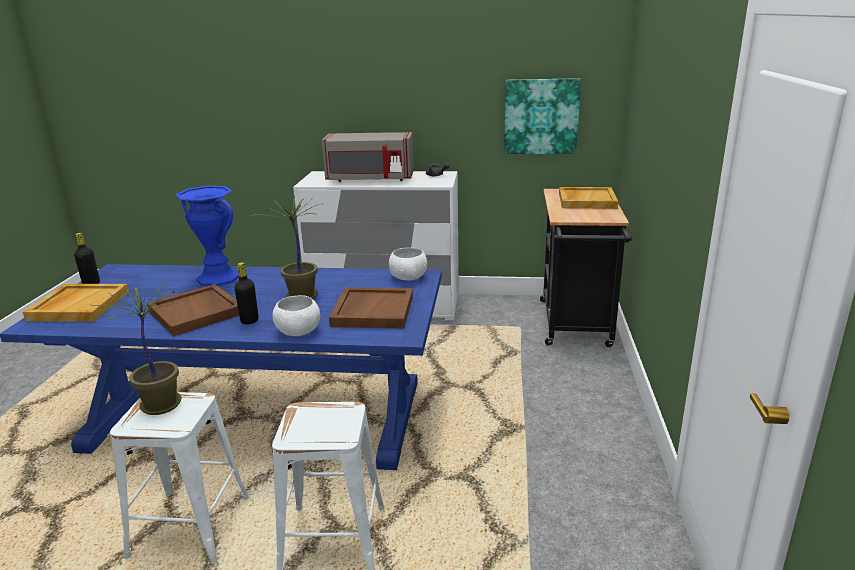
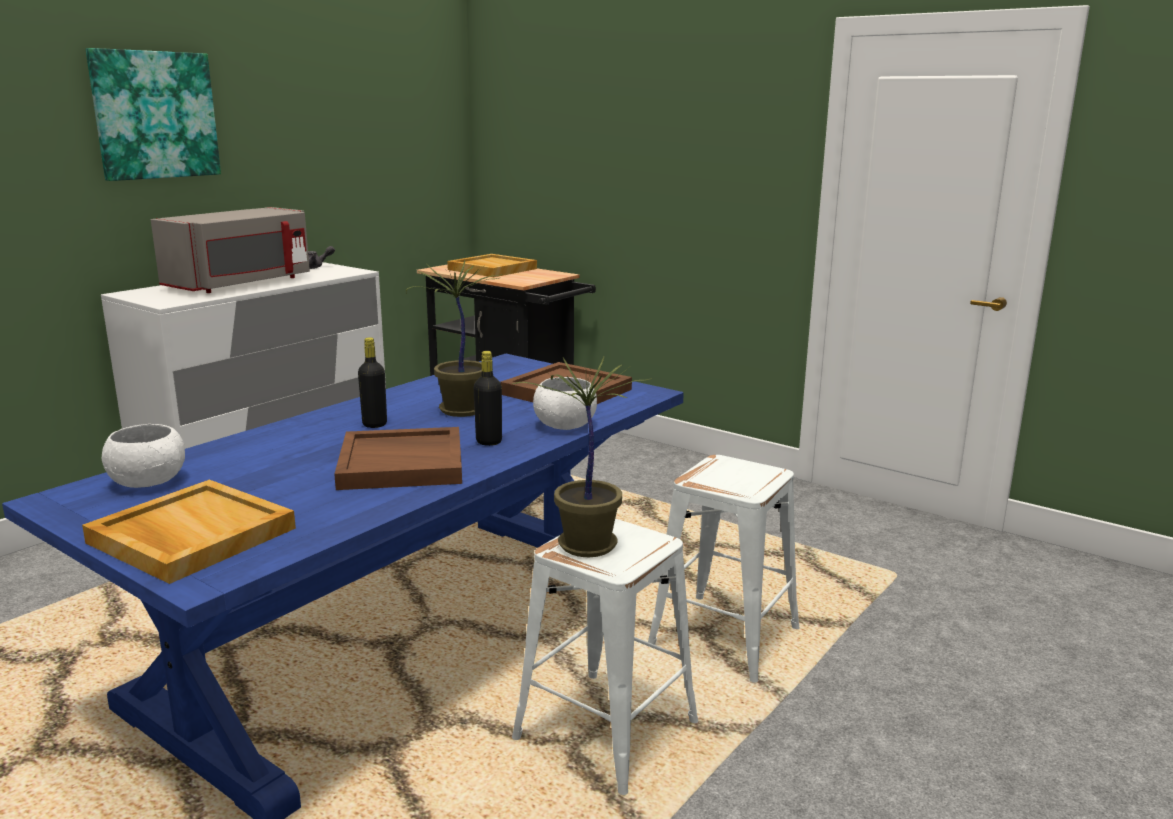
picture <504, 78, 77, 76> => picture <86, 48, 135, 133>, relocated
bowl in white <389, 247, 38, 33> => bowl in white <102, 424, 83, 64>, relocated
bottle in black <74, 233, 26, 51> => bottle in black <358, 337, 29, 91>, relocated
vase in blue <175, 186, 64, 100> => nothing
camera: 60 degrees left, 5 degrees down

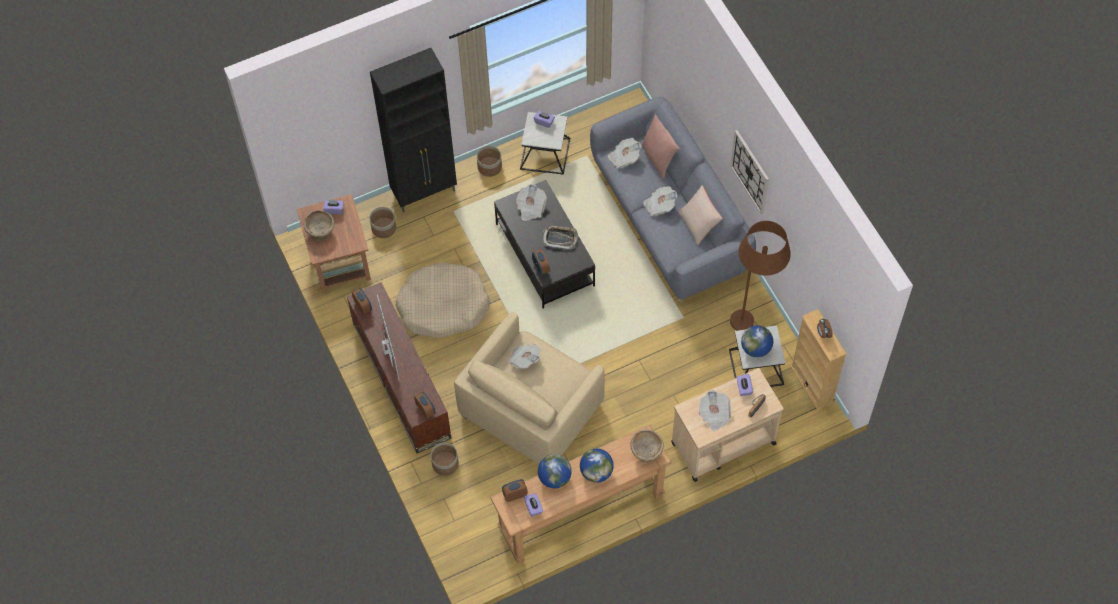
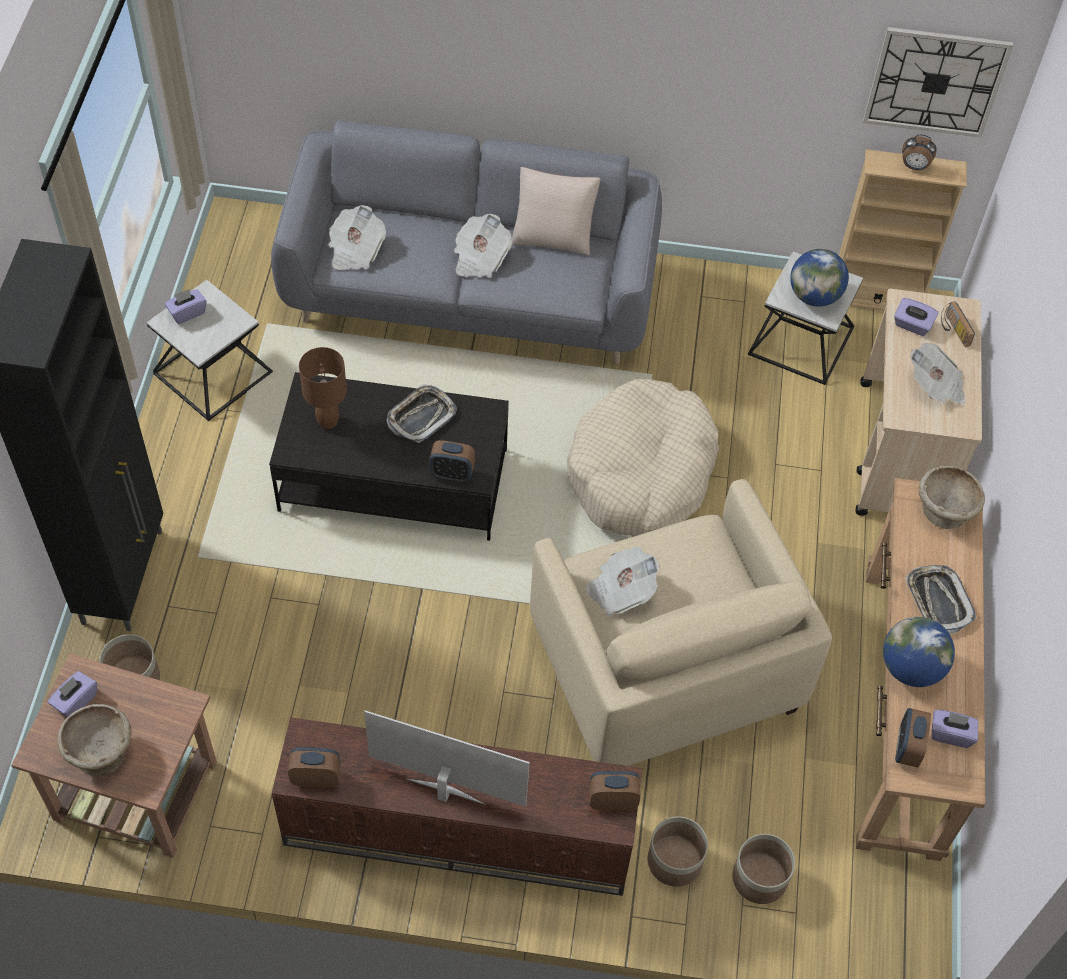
newspaper <516, 184, 31, 37> => table lamp in brown <299, 347, 48, 82>
dog bed in beige <396, 262, 94, 76> => dog bed in beige <567, 379, 152, 157>, relocated
planter <477, 145, 25, 32> => planter <733, 834, 62, 70>, relocated
wall clock <730, 130, 39, 84> => wall clock <863, 27, 150, 110>, relocated
globe <580, 449, 34, 34> => tray <905, 565, 71, 69>
pillow in pink <642, 114, 38, 65> => nothing
floor lamp in brown <730, 221, 61, 110> => nothing
camera: 60 degrees left, 5 degrees down

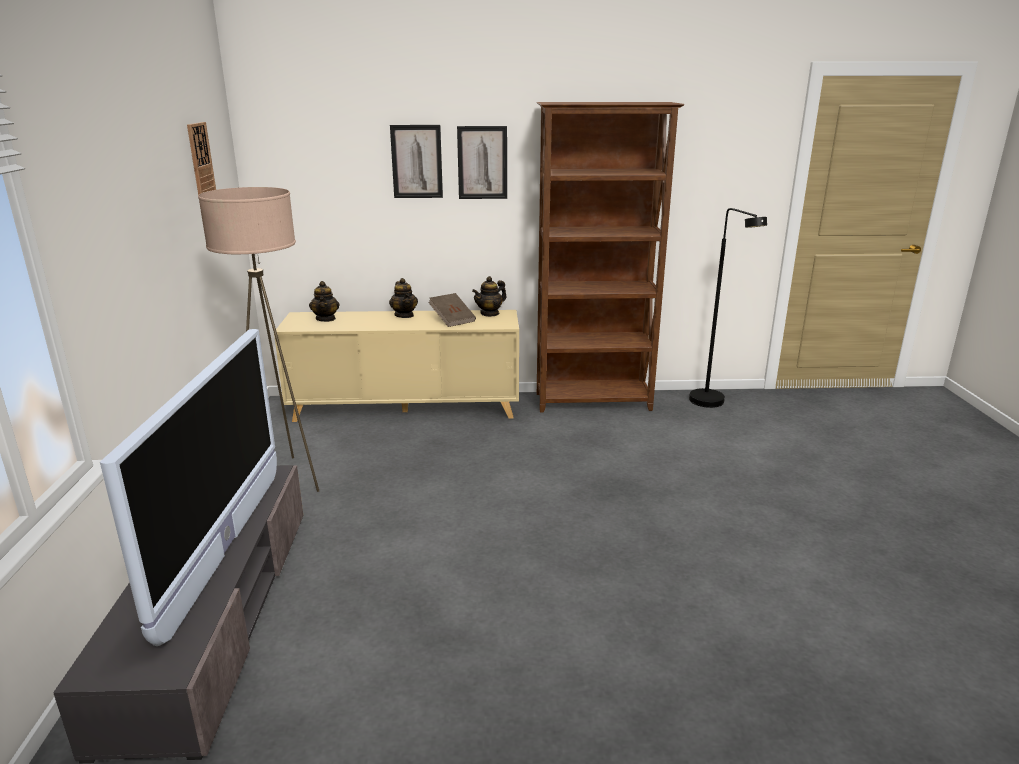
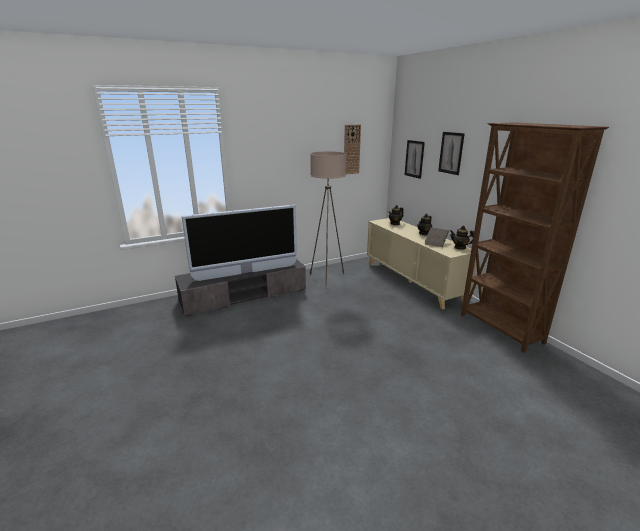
picture <457, 126, 50, 73> => picture <405, 140, 20, 39>, relocated
floor lamp in black <689, 208, 78, 200> => nothing
camera: 65 degrees right, 0 degrees up

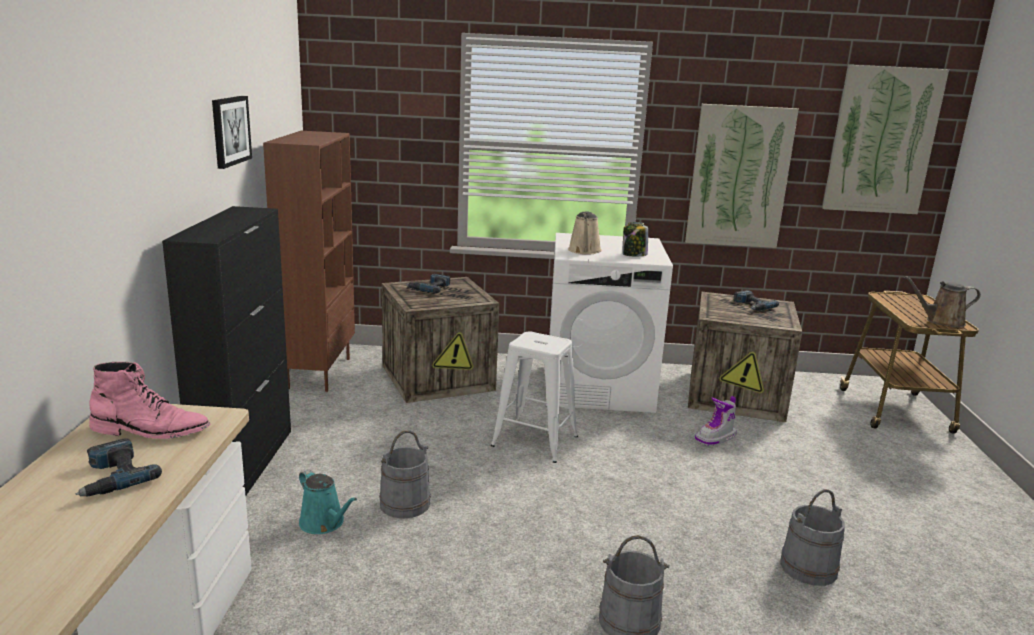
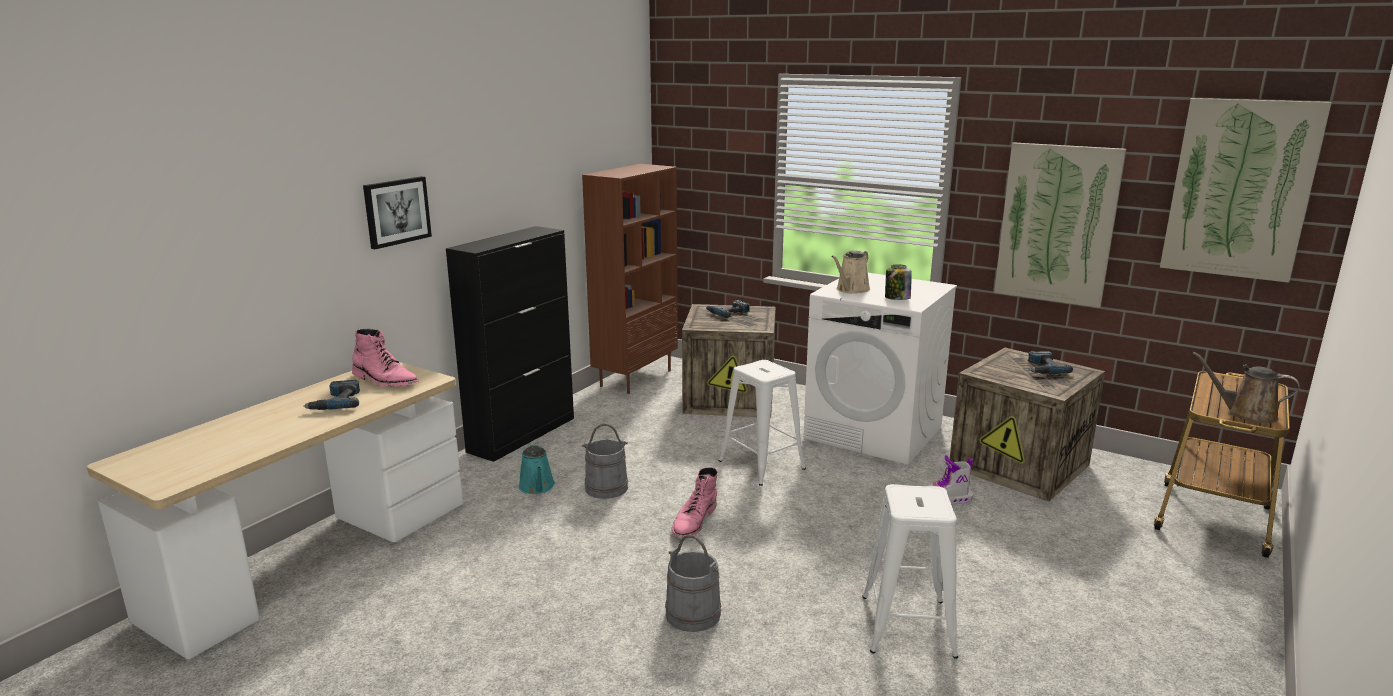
picture <212, 96, 40, 73> => picture <363, 176, 69, 73>, relocated
nothing => boot in pink <671, 467, 47, 71>
bucket in grey <780, 489, 65, 97> => stool in white <862, 484, 96, 175>
camera: 30 degrees right, 0 degrees up

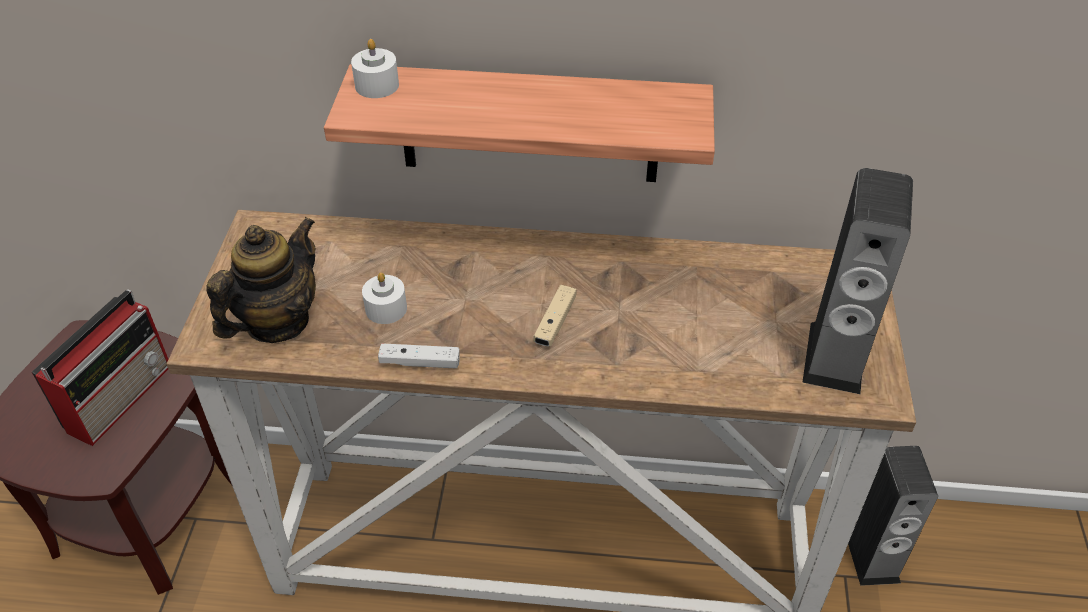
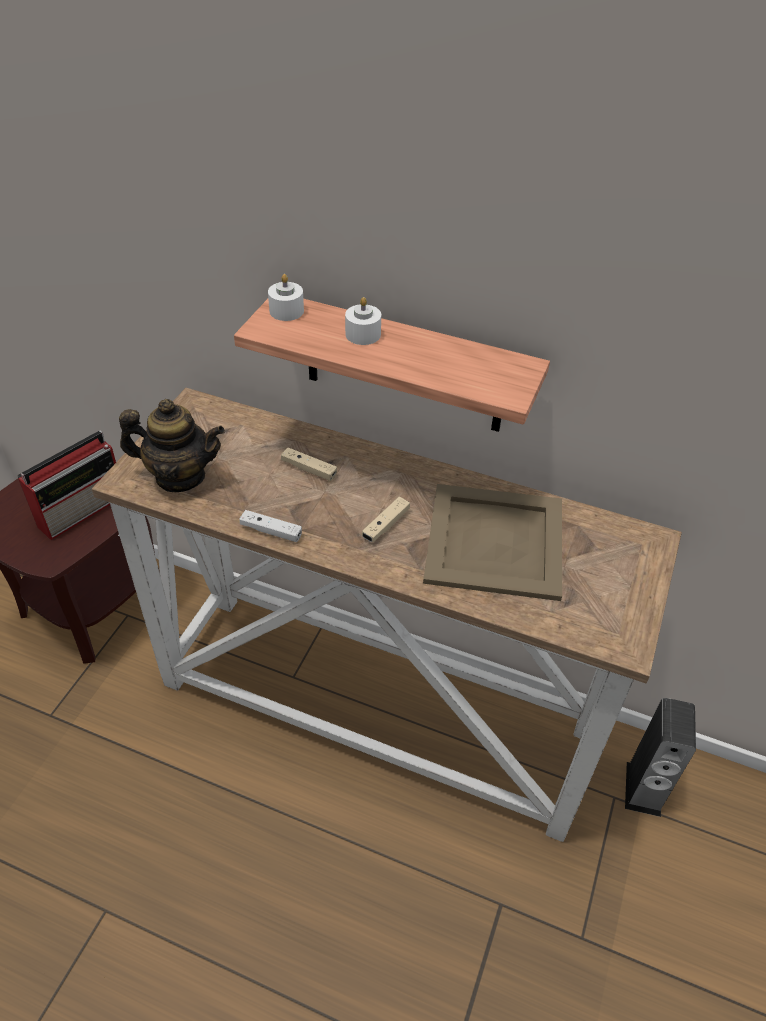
teapot <206, 217, 110, 126> => teapot <119, 399, 106, 93>, 45 degrees clockwise
nothing => game controller in beige <281, 448, 56, 33>
candle in white <362, 273, 45, 51> => candle in white <345, 297, 36, 48>, relocated
nothing => tray in beige <423, 484, 139, 117>
speaker <802, 168, 111, 226> => nothing
camera: 15 degrees right, 0 degrees up

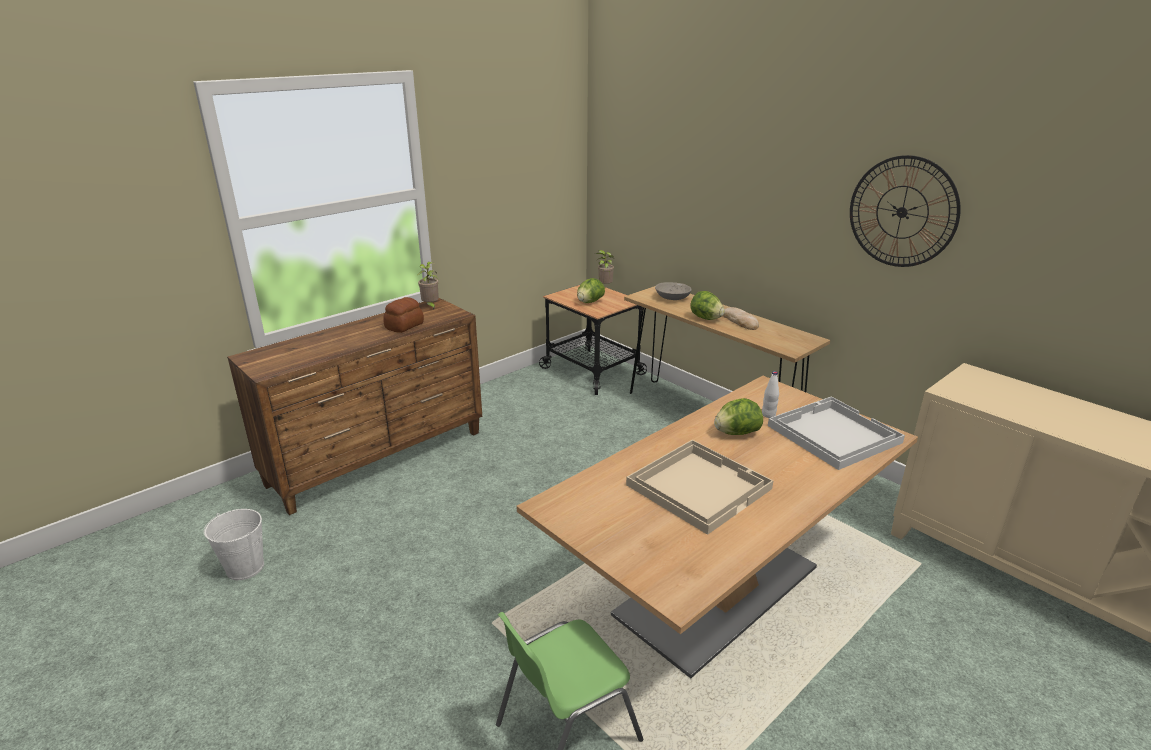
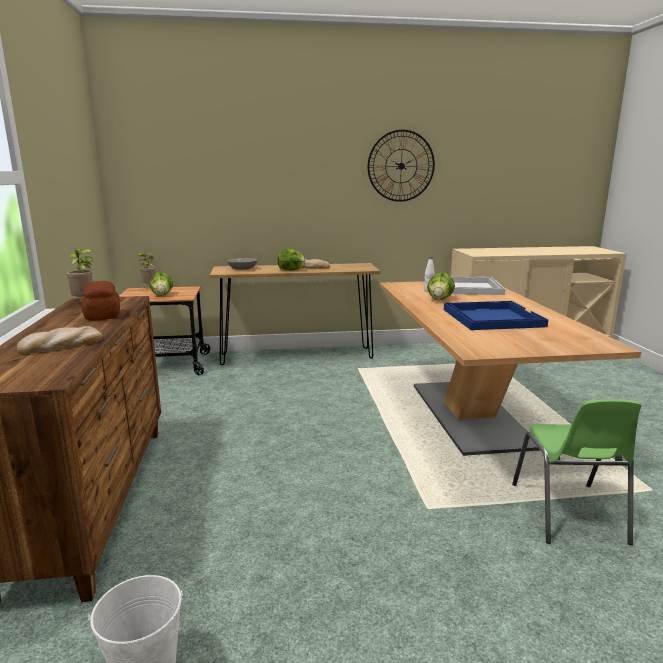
nothing => bread <16, 326, 86, 27>
tray in beige <626, 440, 147, 95> => tray in blue <444, 301, 104, 29>
camera: 55 degrees left, 10 degrees down

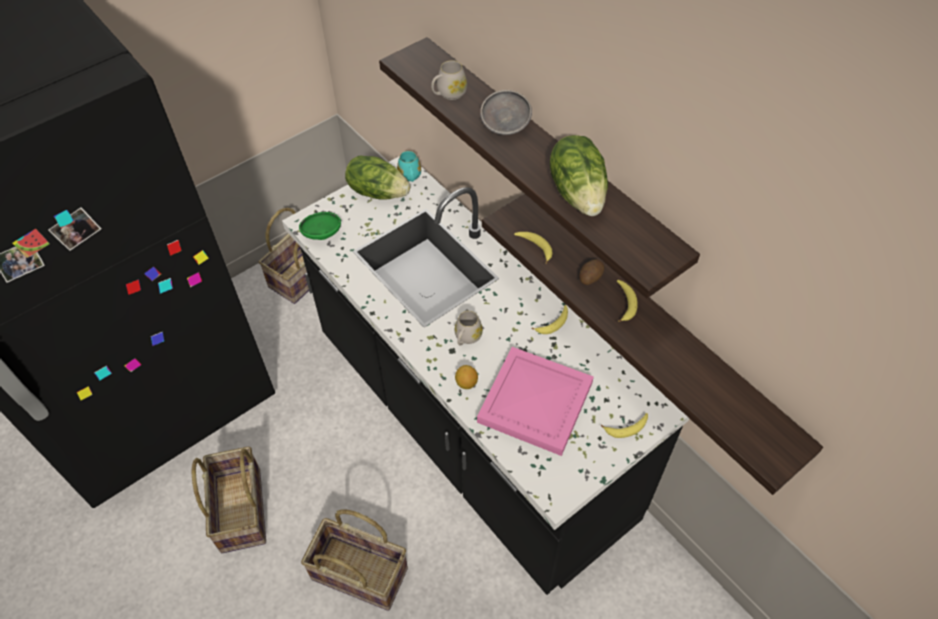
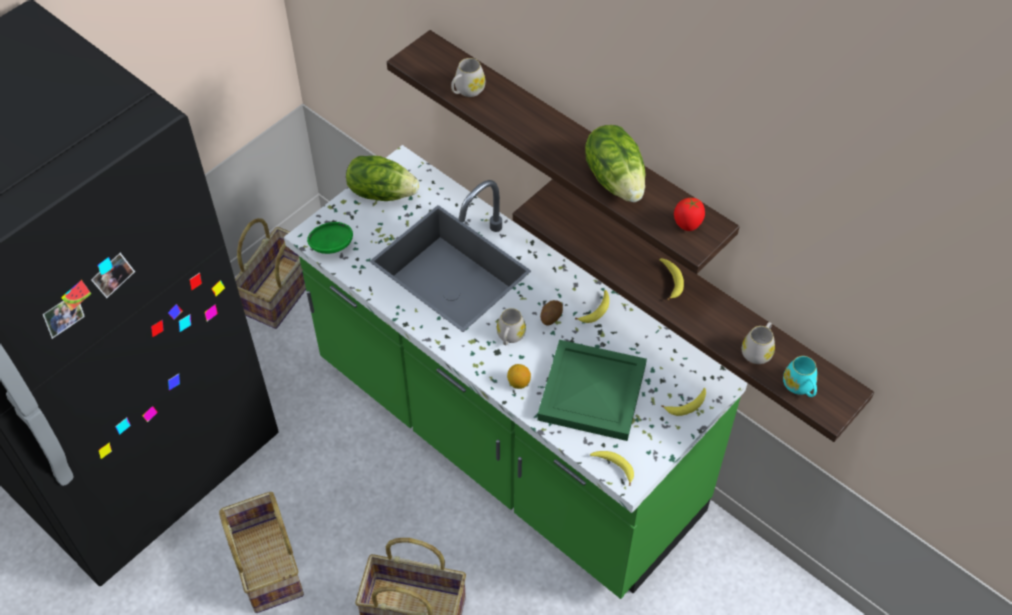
counter in black <282, 156, 407, 439> => counter in green <284, 145, 464, 454>
tray in pink <477, 347, 117, 109> => tray in green <537, 340, 110, 101>
potato <579, 259, 25, 26> => potato <540, 300, 23, 25>, relocated
banana <514, 232, 39, 32> => banana <590, 451, 44, 35>, relocated
nothing => tomato <674, 198, 31, 33>
nothing => mug in white <742, 322, 33, 42>
mug in turquoise <397, 151, 24, 31> => mug in turquoise <783, 356, 34, 41>, relocated
bowl in grey <480, 90, 52, 45> => nothing
camera: 10 degrees left, 0 degrees up

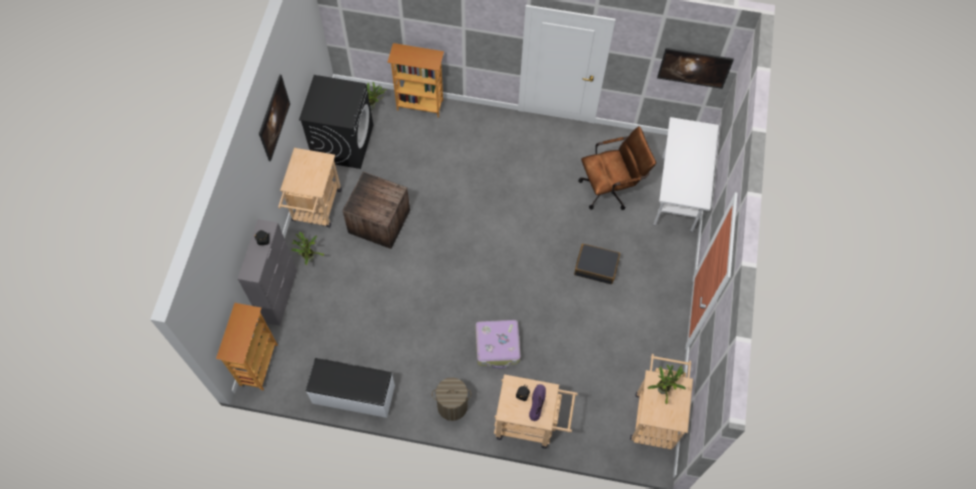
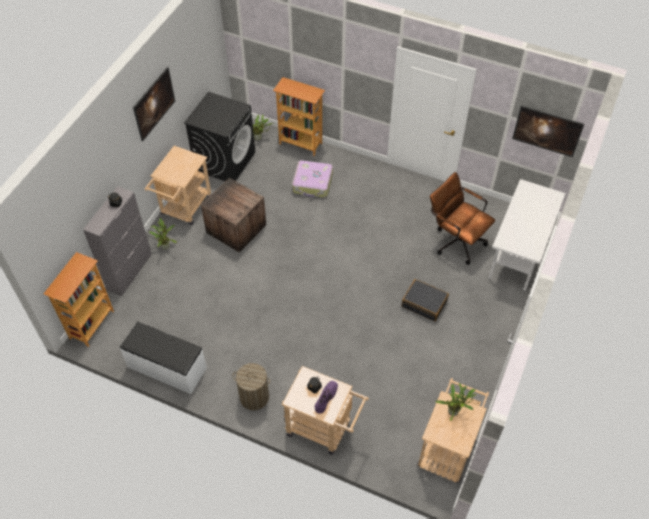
suitcase <475, 320, 46, 49> => suitcase <292, 160, 41, 37>, relocated
office chair in brown <579, 126, 77, 84> => office chair in brown <430, 172, 65, 93>, 135 degrees counterclockwise
camera: 15 degrees right, 10 degrees down

